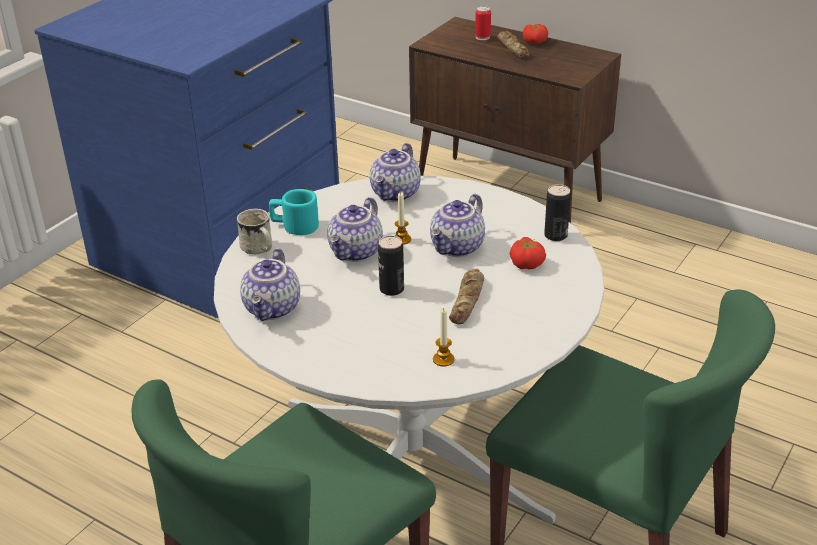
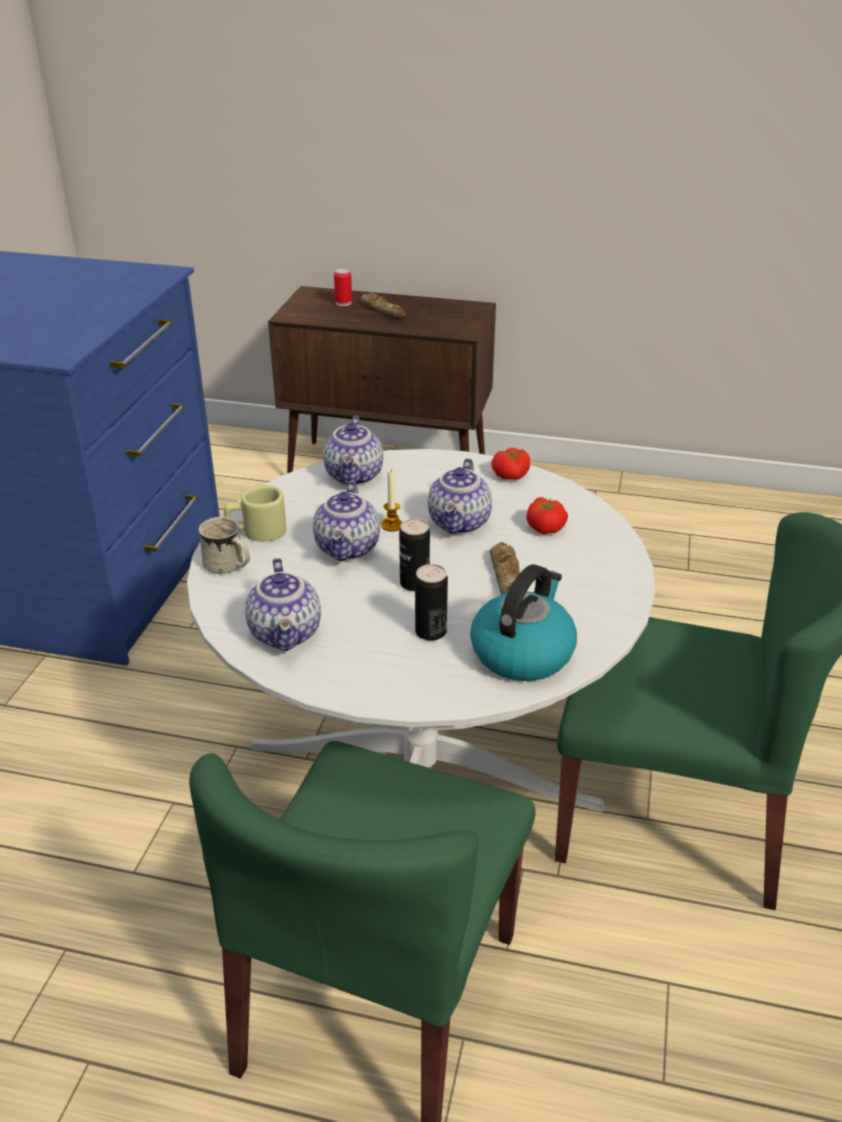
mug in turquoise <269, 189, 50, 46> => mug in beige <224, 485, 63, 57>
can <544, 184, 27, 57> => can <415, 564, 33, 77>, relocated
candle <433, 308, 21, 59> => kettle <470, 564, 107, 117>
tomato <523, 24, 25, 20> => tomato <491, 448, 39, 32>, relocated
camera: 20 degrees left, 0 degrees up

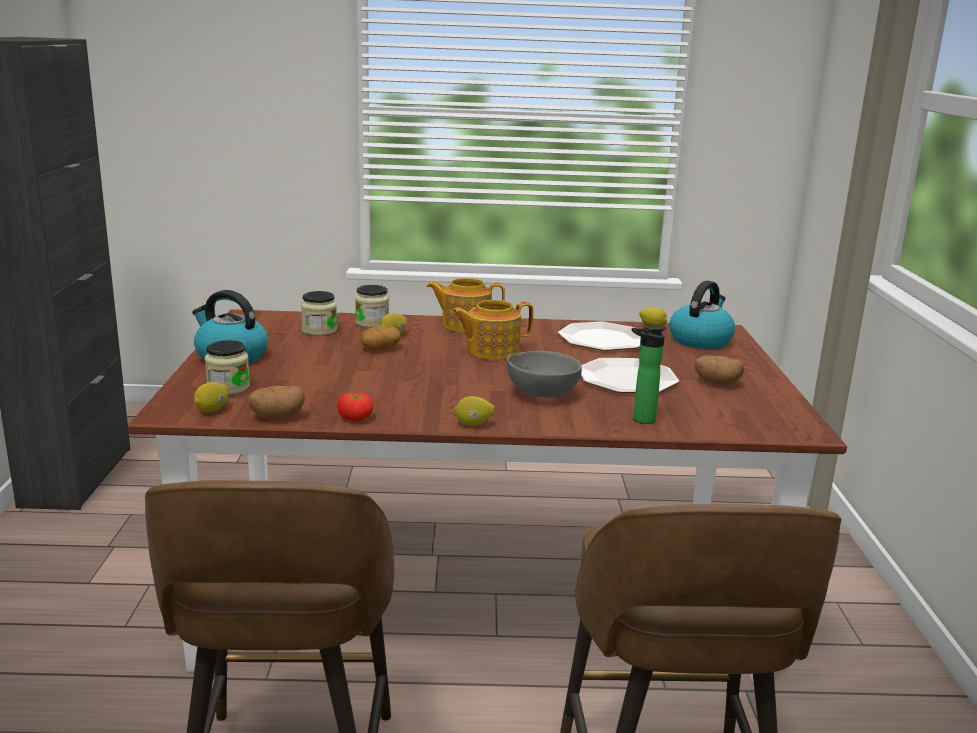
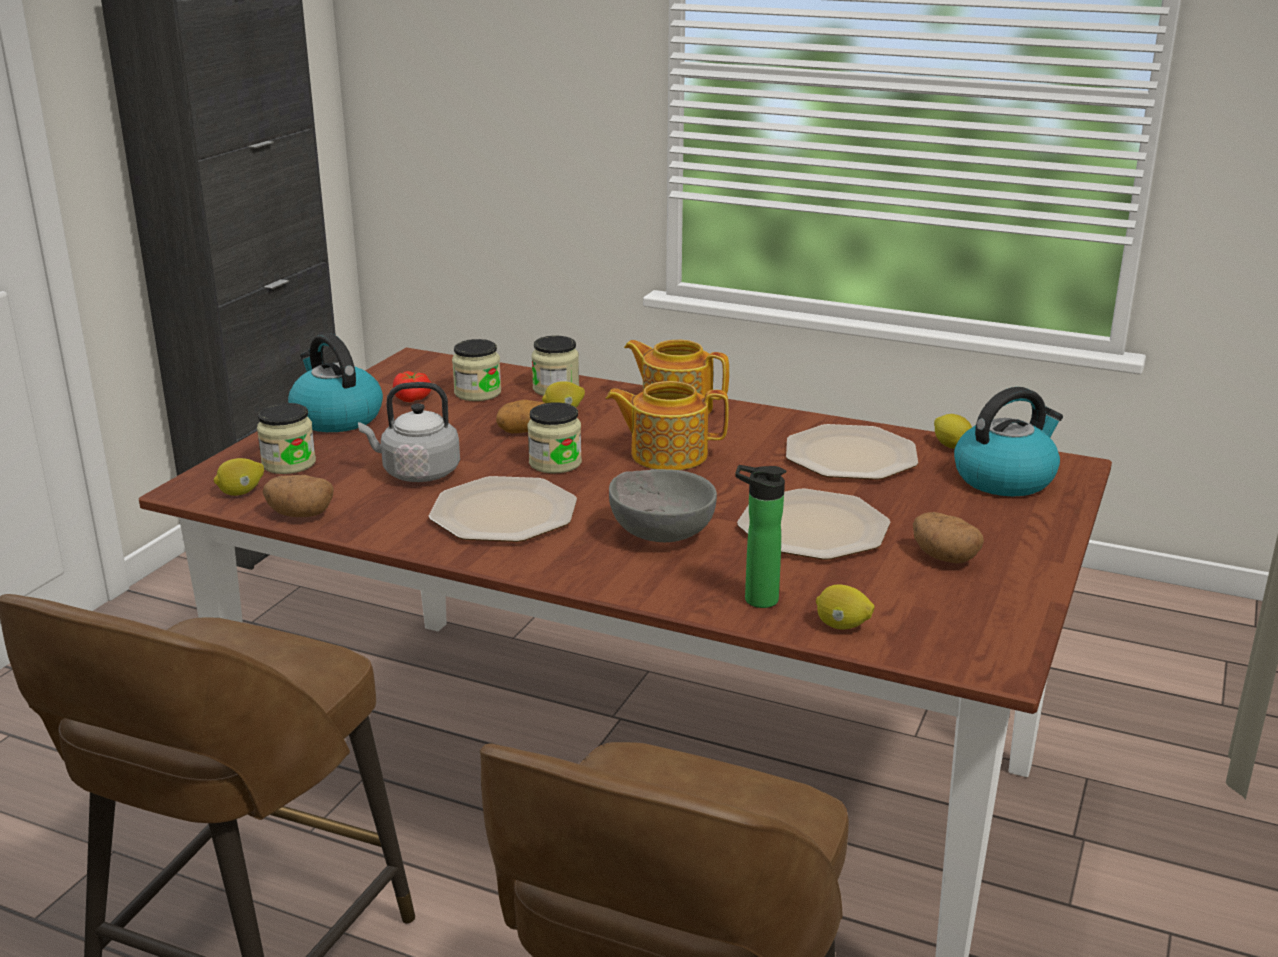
nothing => kettle in grey <358, 382, 102, 100>
tomato <337, 393, 37, 28> => tomato <393, 371, 39, 31>, relocated
nothing => plate <429, 476, 148, 66>
nothing => jar <528, 402, 54, 71>
lemon <454, 396, 40, 30> => lemon <816, 584, 59, 46>, relocated
camera: 25 degrees right, 5 degrees up

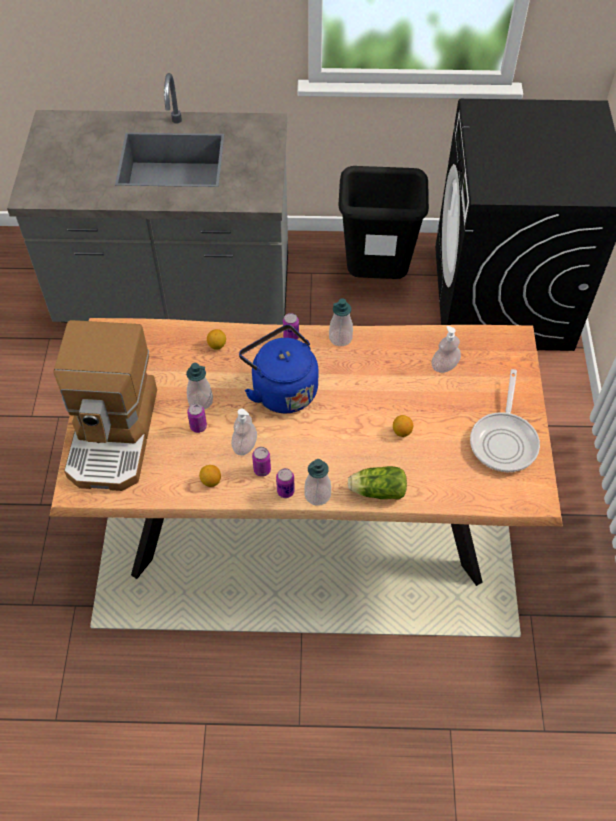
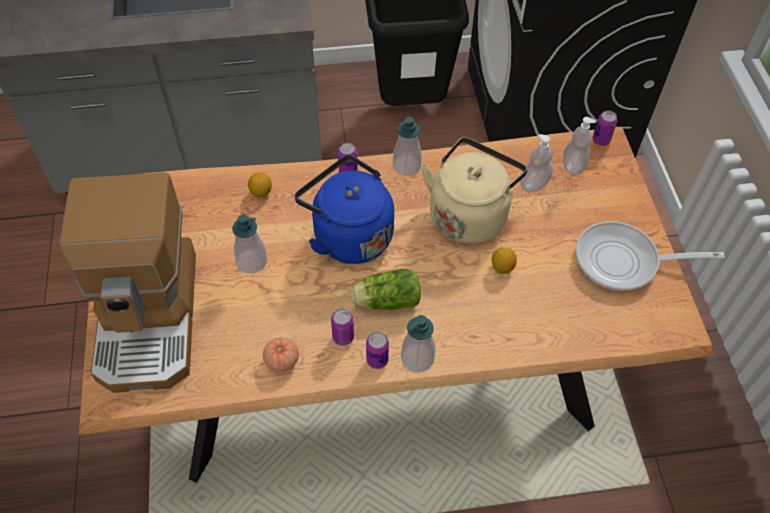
lemon <199, 465, 22, 22> => tomato <263, 337, 36, 35>
lettuce <348, 466, 59, 34> => lettuce <350, 269, 71, 41>, relocated
nothing => kettle in beige <421, 137, 106, 107>
soap dispenser <231, 408, 26, 47> => soap dispenser <563, 117, 33, 58>, relocated
frying pan <470, 369, 70, 103> => frying pan <576, 221, 149, 70>, 90 degrees clockwise
can <187, 403, 20, 30> => can <592, 111, 25, 35>, relocated
camera: 10 degrees left, 0 degrees up

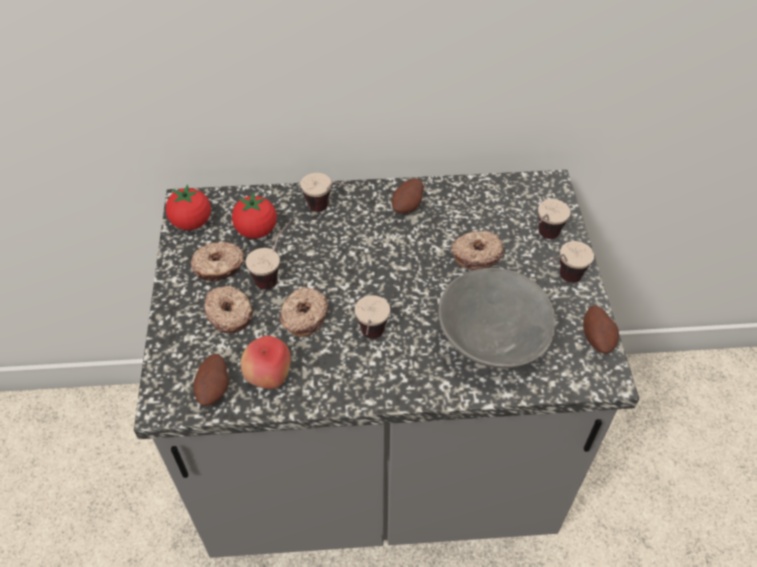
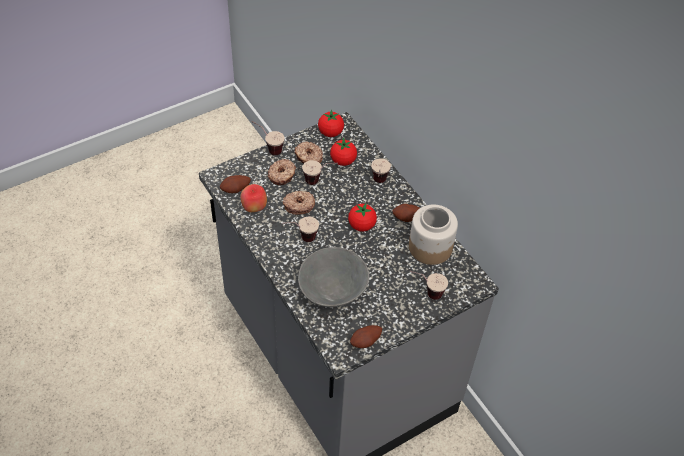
cup <549, 241, 45, 42> => cup <251, 121, 34, 34>, relocated
nothing => tomato <348, 203, 29, 29>
nothing => jar <409, 205, 49, 60>
donut <451, 231, 53, 39> => nothing
camera: 60 degrees right, 0 degrees up

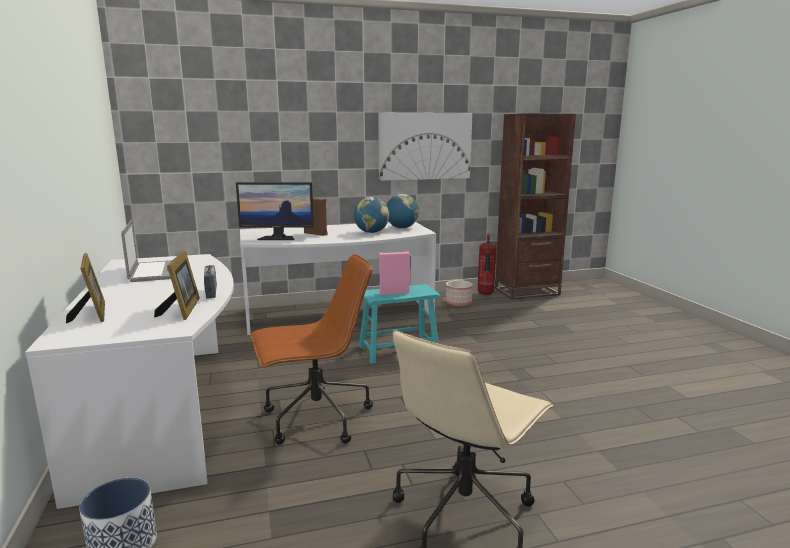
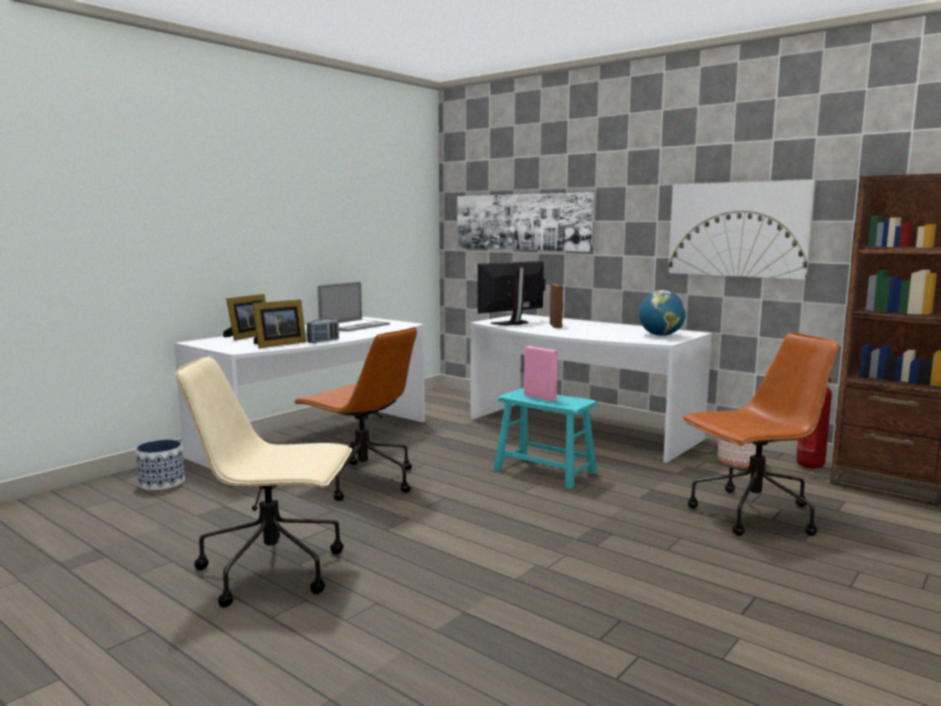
nothing => picture <457, 192, 137, 60>
monitor <236, 182, 78, 58> => monitor <478, 261, 67, 65>, 90 degrees clockwise
nothing => office chair in brown <681, 333, 158, 203>
globe <354, 197, 35, 36> => nothing
camera: 55 degrees right, 5 degrees down

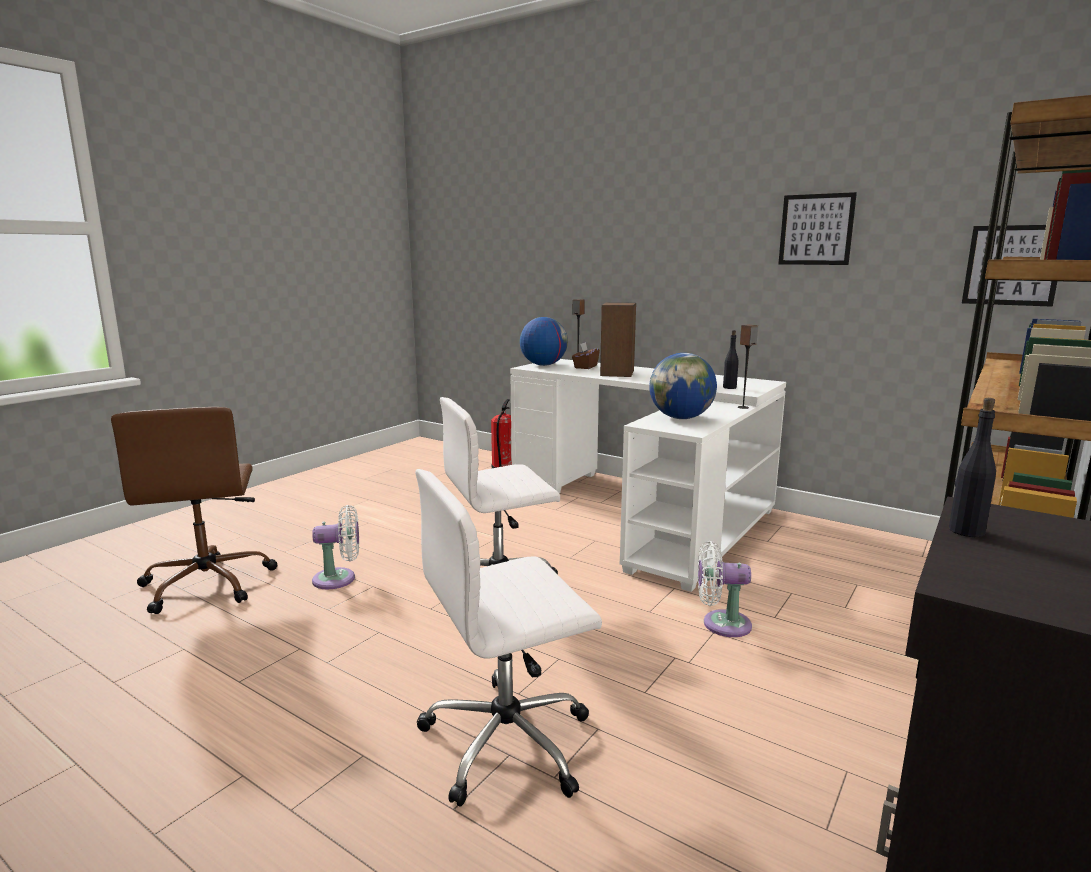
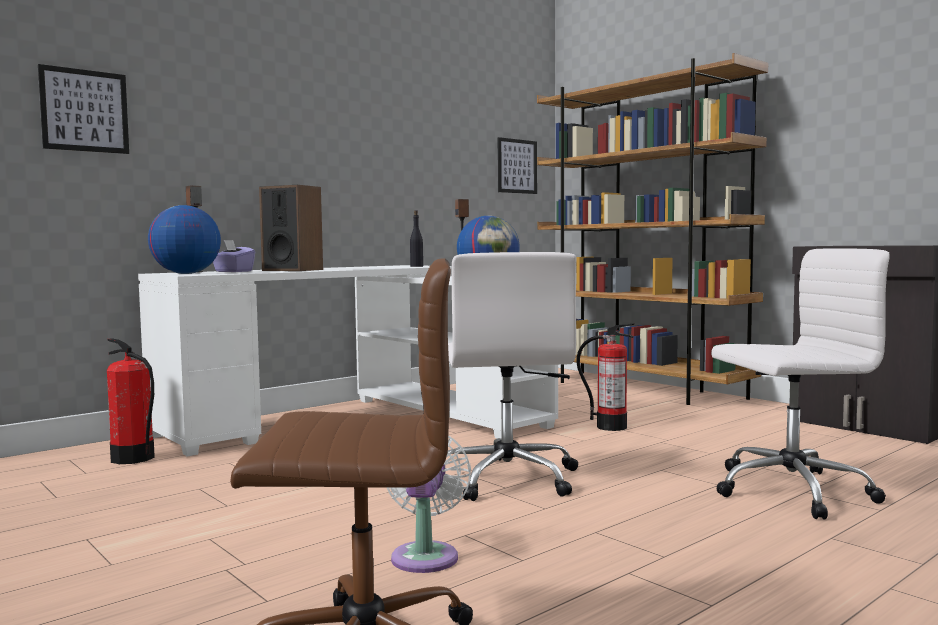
picture <778, 192, 79, 73> => picture <38, 64, 91, 90>, relocated
tissue box in brown <572, 342, 28, 27> => tissue box in purple <213, 240, 42, 32>
fan in white <698, 541, 54, 96> => fire extinguisher <576, 324, 58, 107>
office chair in white <415, 469, 187, 338> => office chair in white <711, 248, 179, 271>, 90 degrees counterclockwise
bottle in black <949, 398, 47, 139> => nothing
camera: 75 degrees left, 10 degrees down

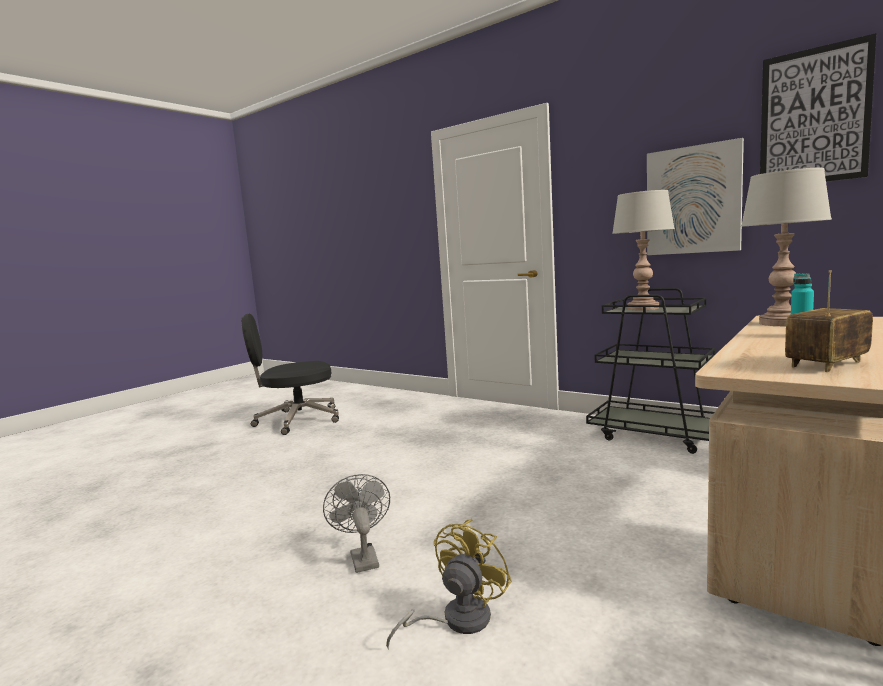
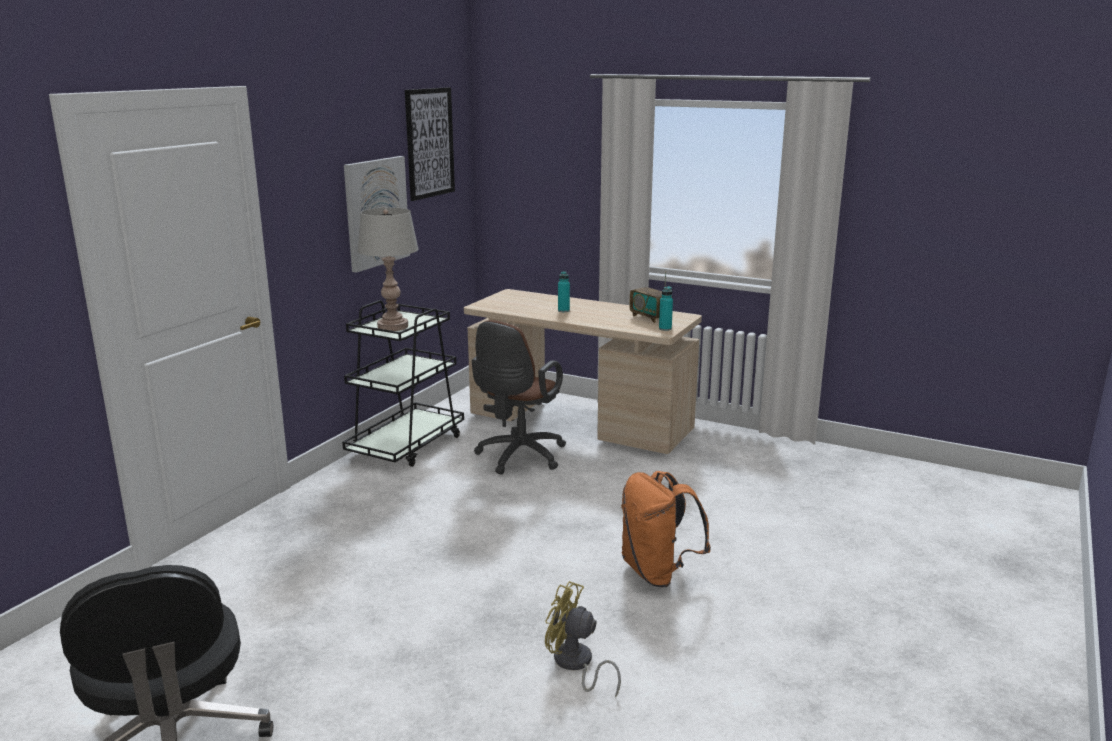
nothing => office chair in brown <472, 320, 94, 155>
fan in yellow <386, 519, 126, 131> => fan in yellow <545, 581, 76, 117>, relocated
fan in grey <323, 474, 67, 99> => backpack in orange <621, 471, 90, 116>
nothing => bottle in turquoise <659, 286, 14, 45>
table lamp in grey <741, 168, 91, 158> => nothing
camera: 100 degrees left, 10 degrees up

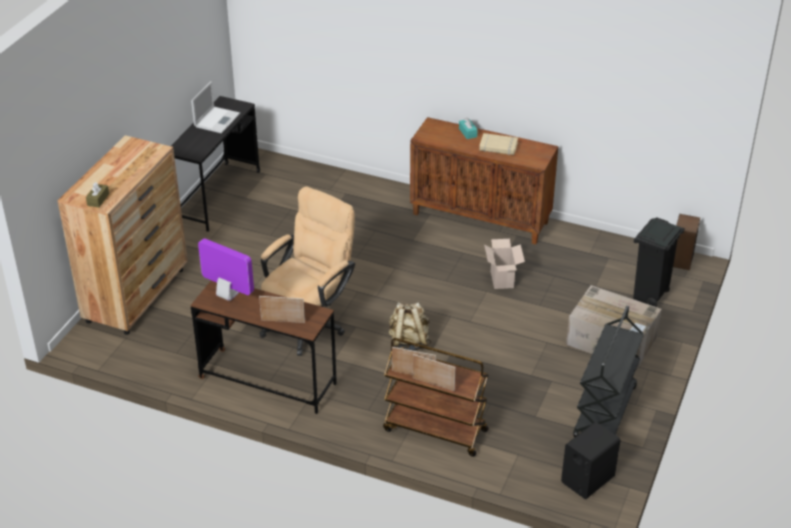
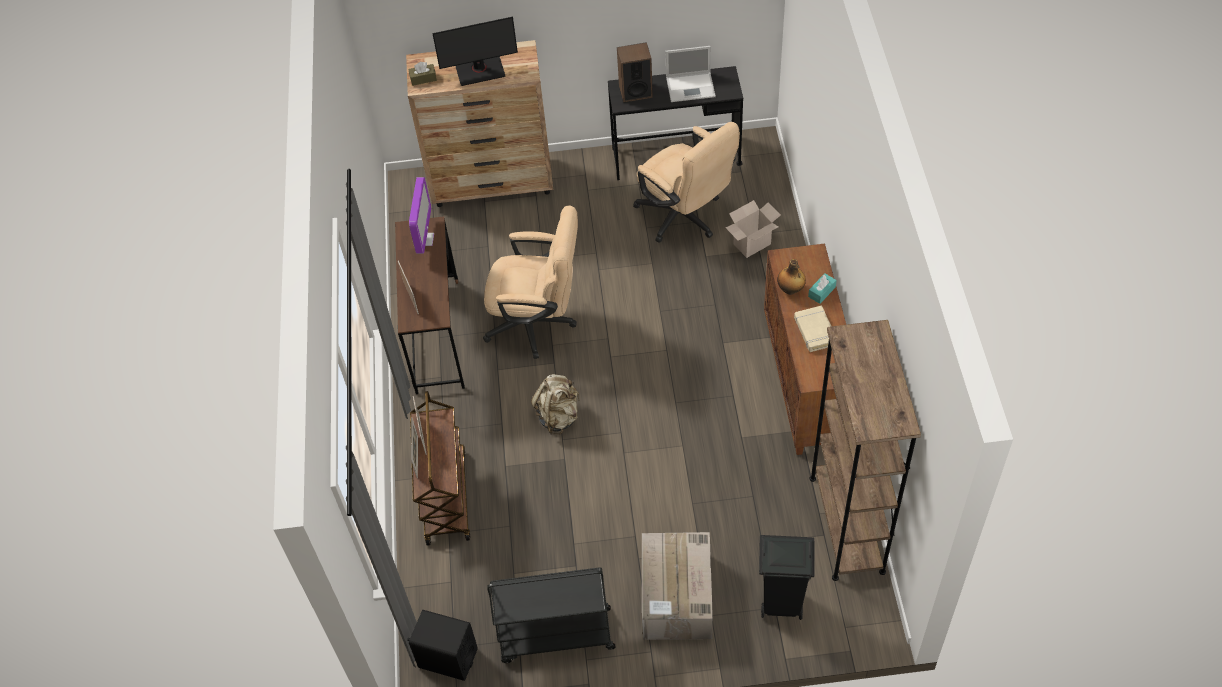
nothing => monitor <432, 17, 86, 69>
speaker <673, 214, 27, 56> => speaker <617, 42, 36, 61>, relocated
nothing => office chair in beige <633, 122, 107, 121>
cardboard box <484, 239, 41, 50> => cardboard box <725, 200, 55, 58>, relocated
nothing => bottle <777, 259, 29, 36>
nothing => bookcase in brown <810, 320, 111, 261>
camera: 65 degrees right, 15 degrees up

